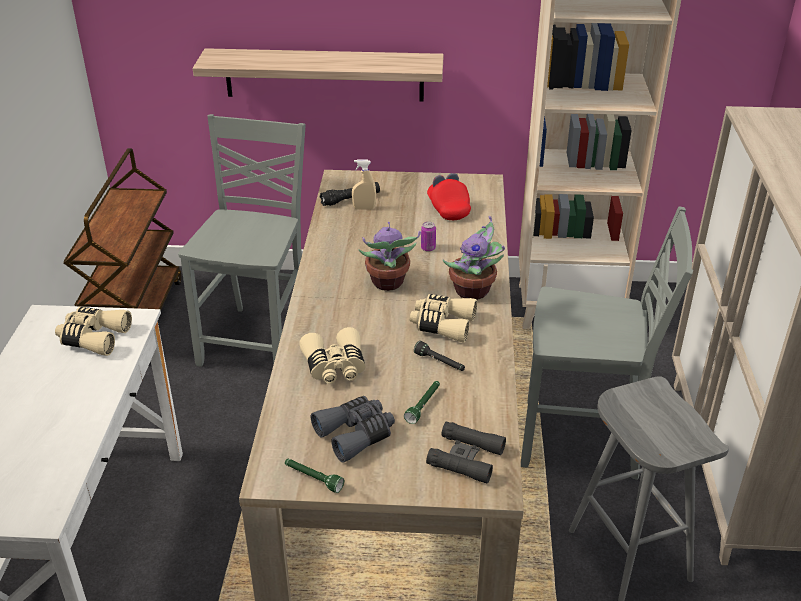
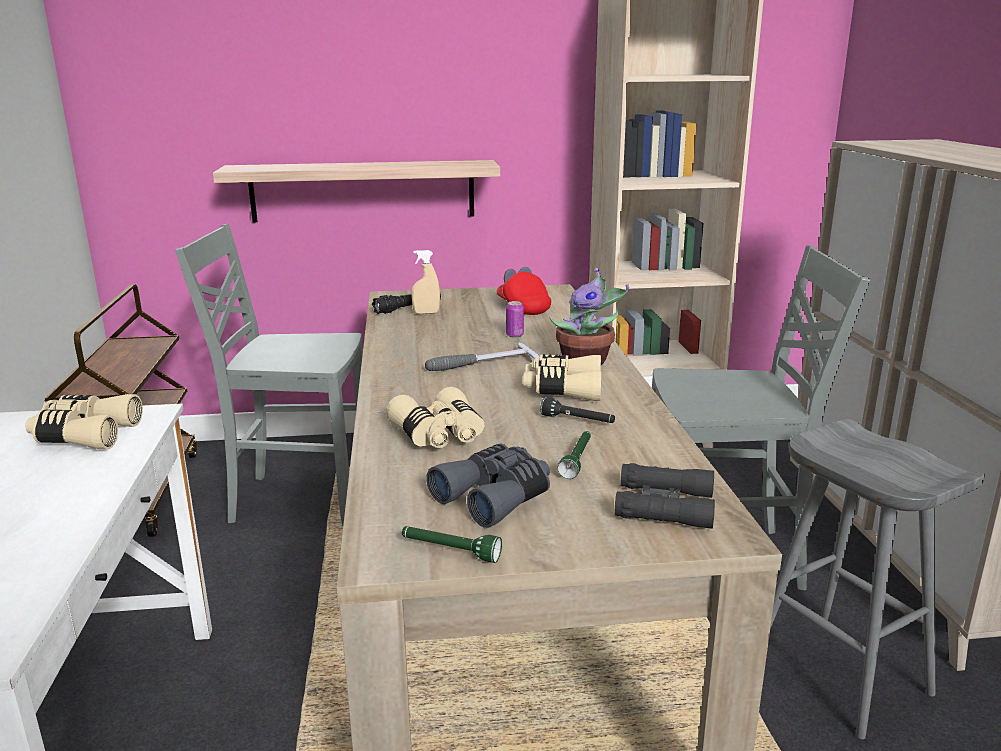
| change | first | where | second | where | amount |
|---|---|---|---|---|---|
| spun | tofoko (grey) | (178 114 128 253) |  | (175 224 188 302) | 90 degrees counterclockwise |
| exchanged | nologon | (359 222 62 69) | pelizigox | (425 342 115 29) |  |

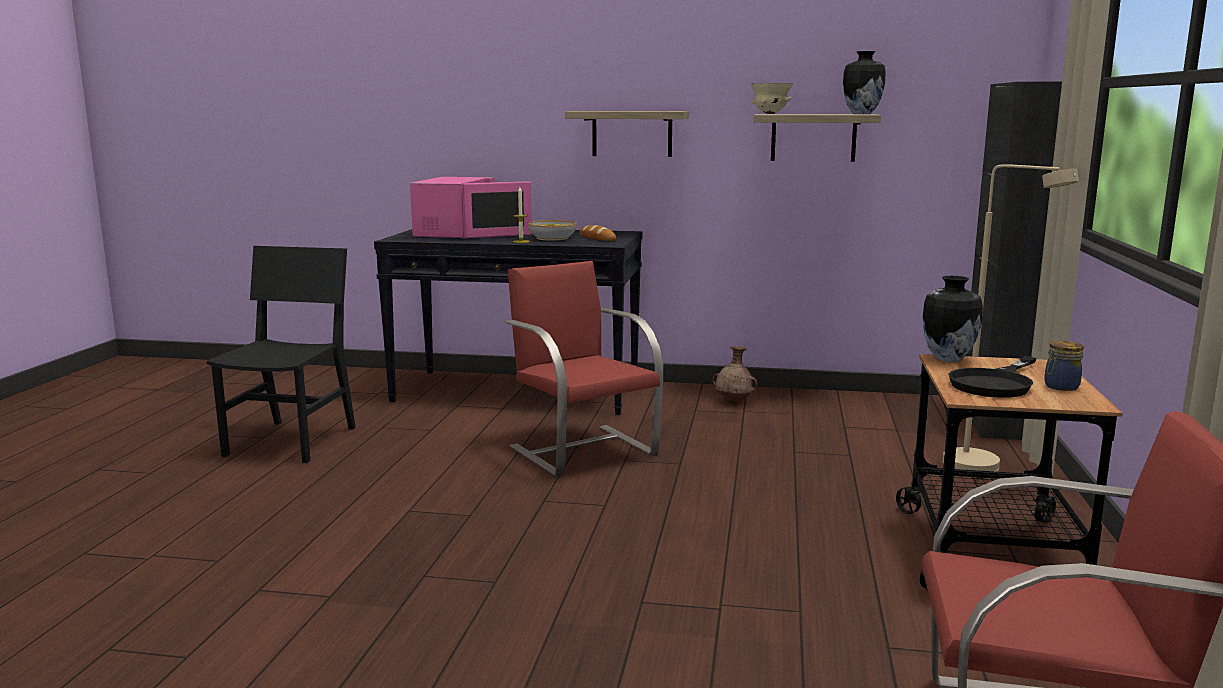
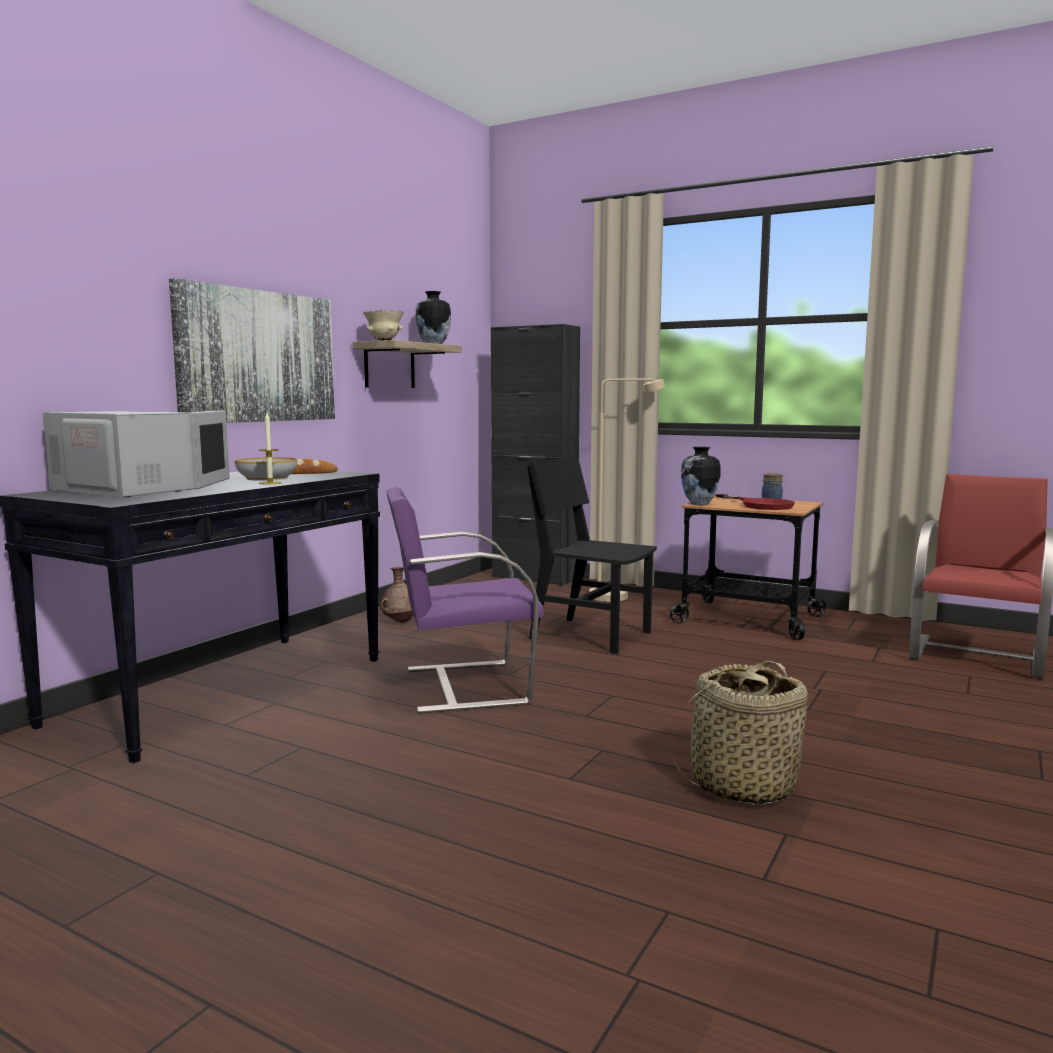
| change | first | where | second | where | amount |
|---|---|---|---|---|---|
| exchanged | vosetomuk | (565 111 124 46) | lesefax | (169 278 166 145) |  |
| colour | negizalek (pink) | (410 177 122 61) | negizalek (white) | (43 410 187 87) |  |
| relocated | tofoko (black) | (207 246 149 217) |  | (527 456 130 198) |  |
| colour | tofoko (red) | (505 261 158 216) | tofoko (purple) | (386 487 158 226) |  |
| colour | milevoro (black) | (948 356 89 42) | milevoro (red) | (716 494 79 16) |  |
| appeared |  |  | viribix | (671 661 137 144) |  |

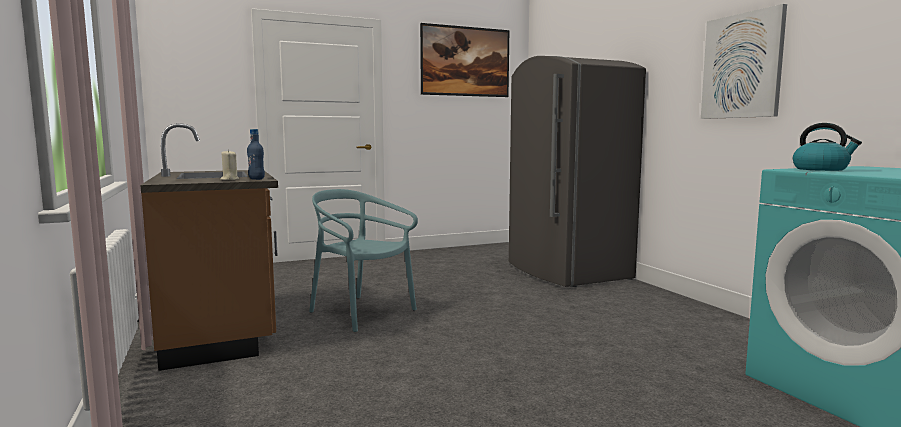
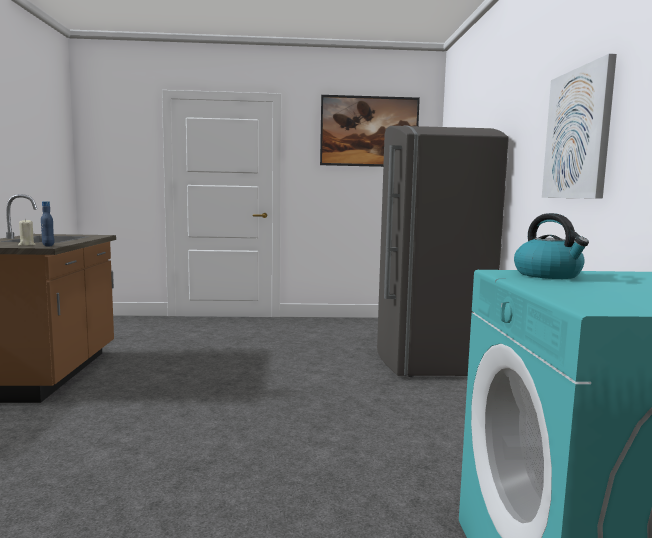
| change | first | where | second | where | amount |
|---|---|---|---|---|---|
| missing | tofoko (turquoise) | (309 189 109 143) |  |  |  |

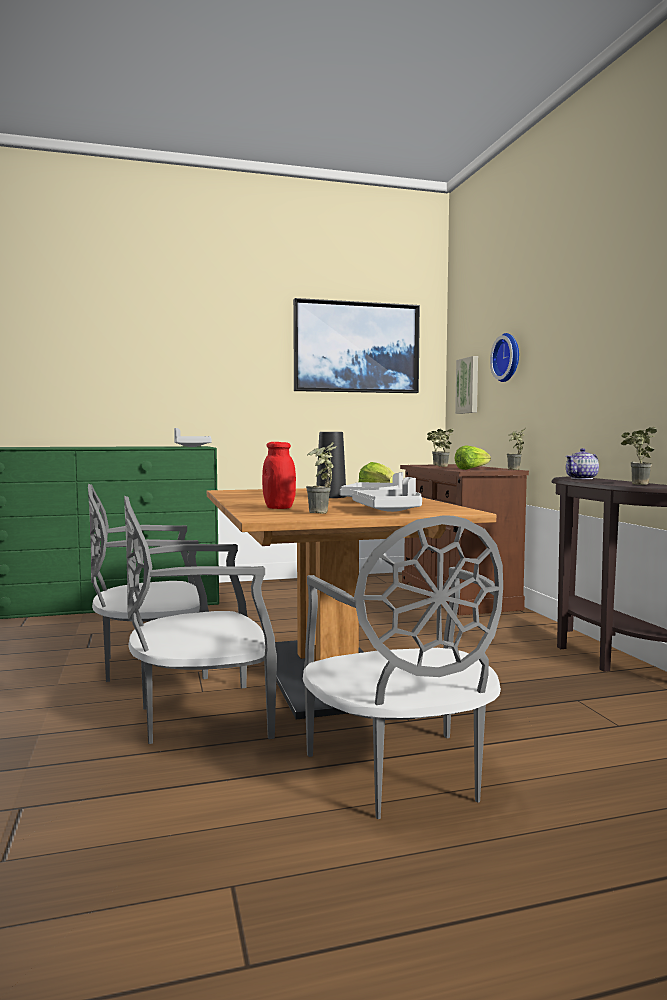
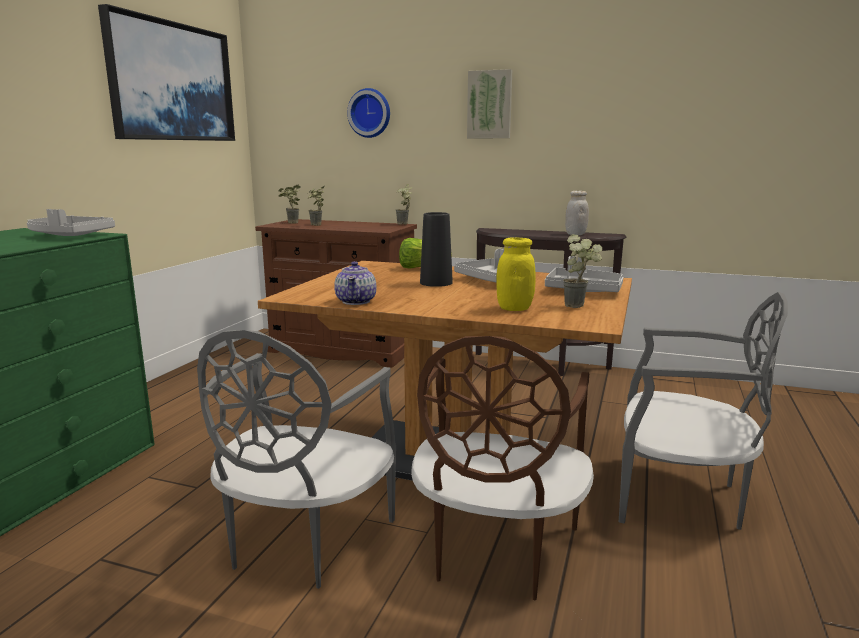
| change | first | where | second | where | amount |
|---|---|---|---|---|---|
| relocated | lesefax | (455 356 23 58) |  | (467 69 45 69) |  |
| exchanged | nologon | (621 427 36 58) | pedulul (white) | (565 191 24 44) |  |
| colour | pedulul (red) | (262 442 34 67) | pedulul (yellow) | (496 238 40 73) |  |
| missing | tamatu | (455 445 36 25) |  |  |  |
| relocated | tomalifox | (566 448 33 31) |  | (334 261 42 44) |  |
| colour | tofoko (grey) | (124 496 153 248) | tofoko (brown) | (411 336 183 264) |  |

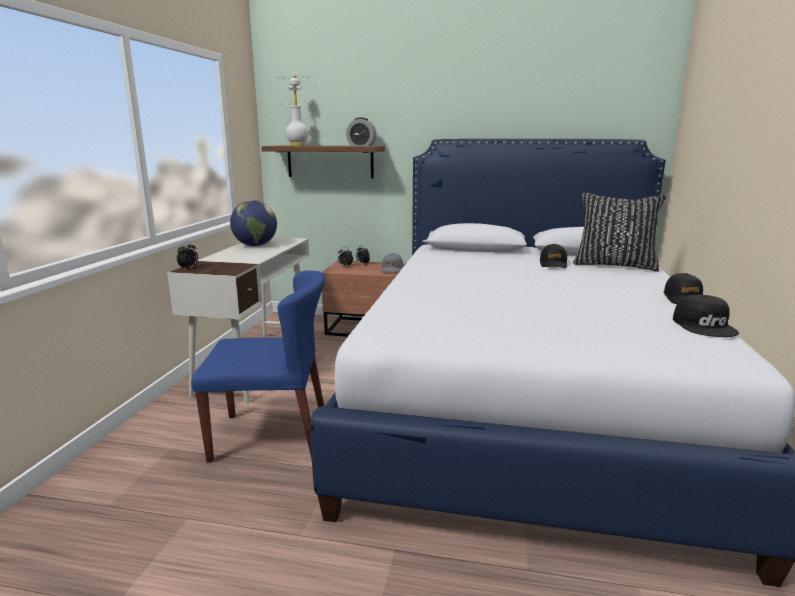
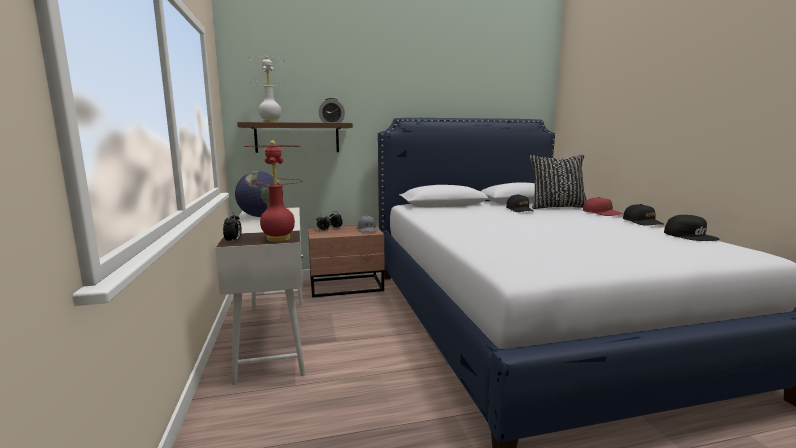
| change | first | where | second | where | amount |
|---|---|---|---|---|---|
| missing | tofoko (blue) | (191 270 134 193) |  |  |  |
| appeared |  |  | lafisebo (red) | (244 141 58 101) |  |
| appeared |  |  | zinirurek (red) | (583 197 40 19) |  |

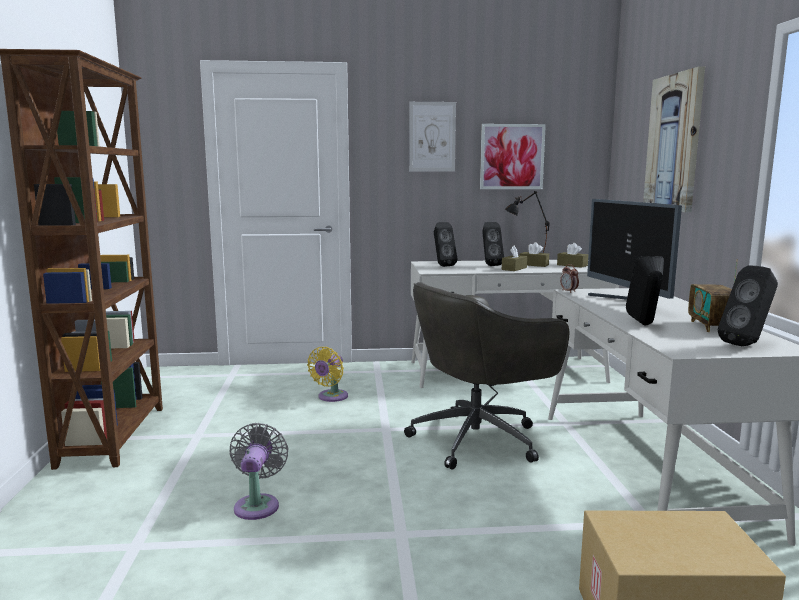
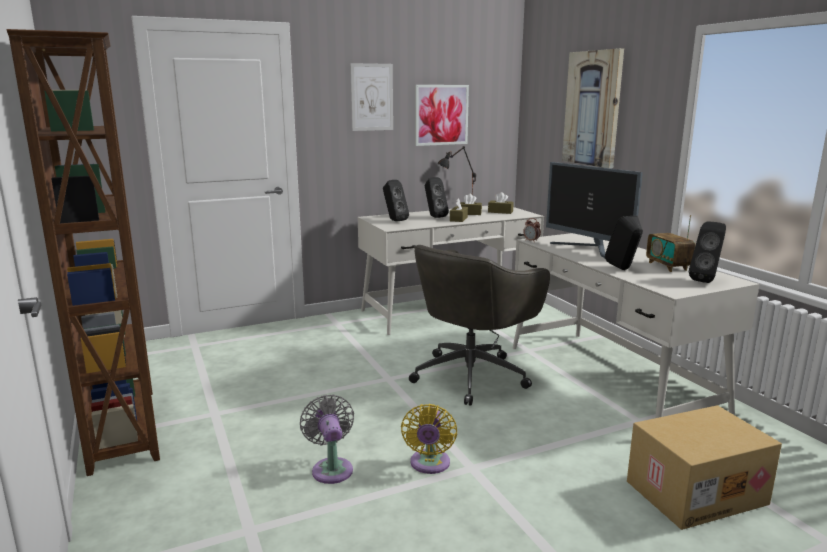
| change | first | where | second | where | amount |
|---|---|---|---|---|---|
| relocated | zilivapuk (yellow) | (307 347 41 55) |  | (401 404 56 70) |  |

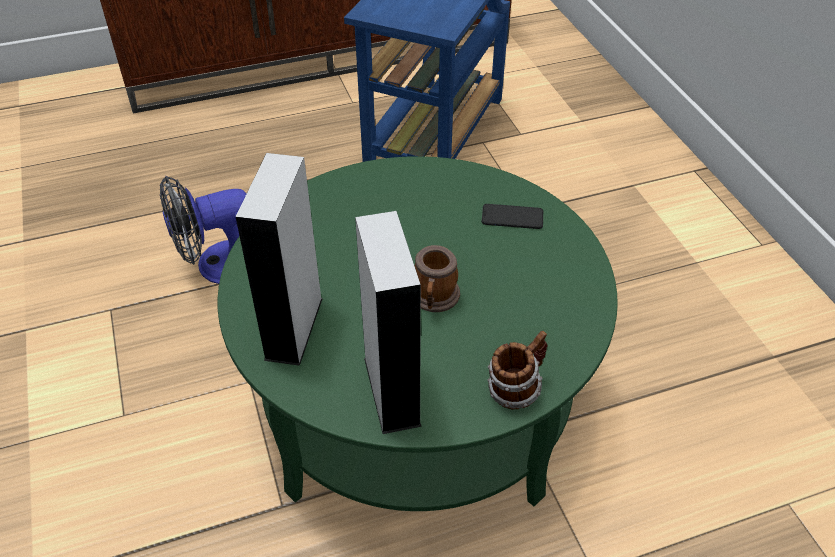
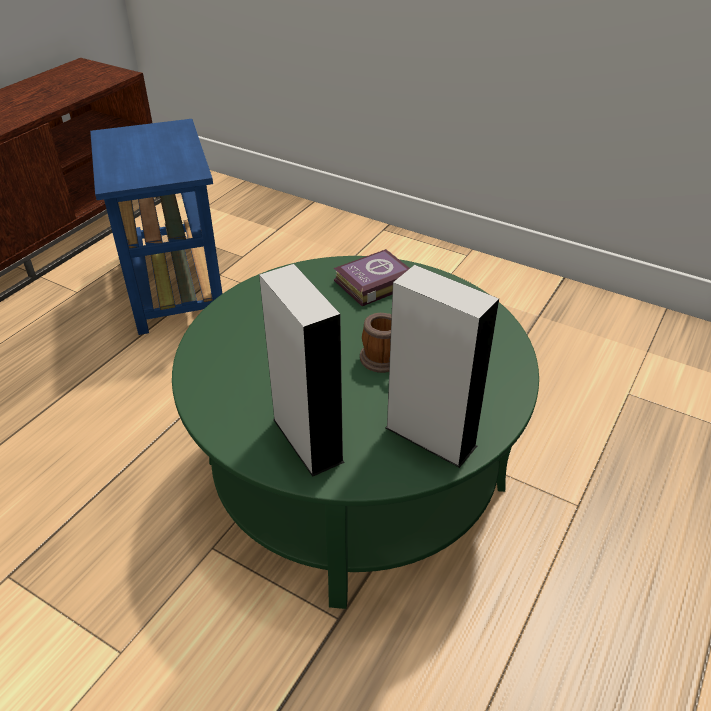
| change | first | where | second | where | amount |
|---|---|---|---|---|---|
| missing | zilivapuk | (160 176 87 108) |  |  |  |
| exchanged | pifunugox | (482 204 61 25) | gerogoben | (334 249 76 57) |  |
| missing | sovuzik | (487 331 60 78) |  |  |  |

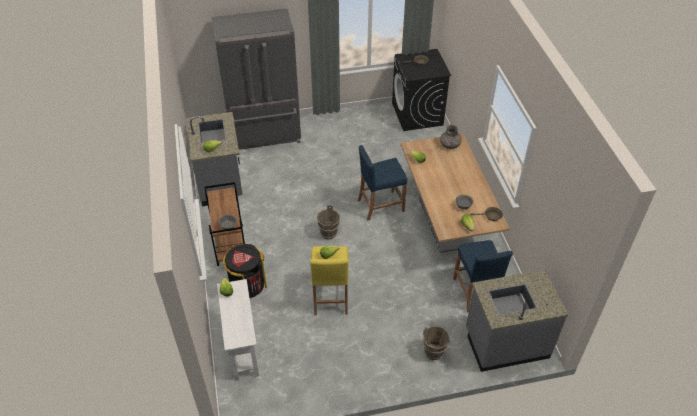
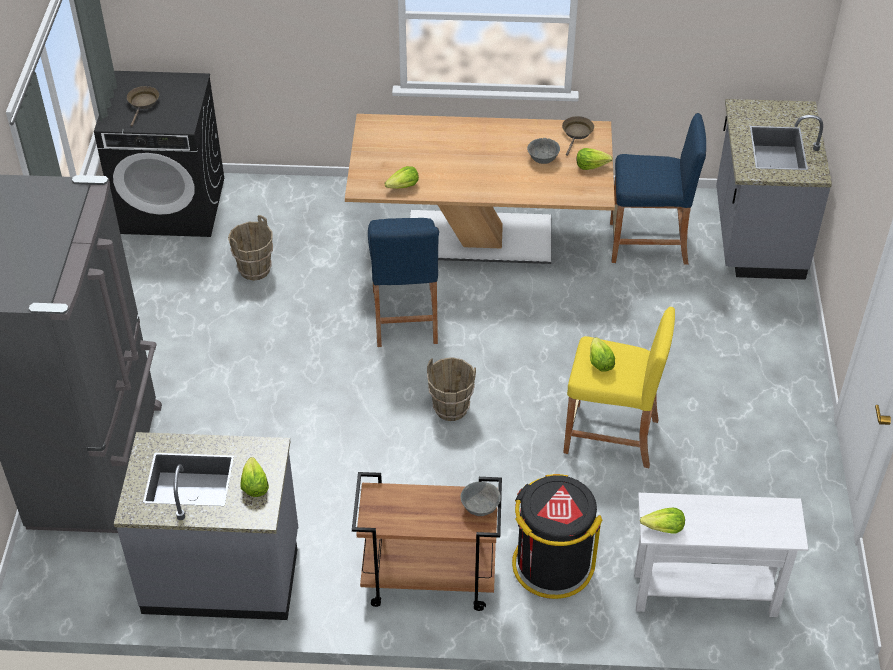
| change | first | where | second | where | amount |
|---|---|---|---|---|---|
| missing | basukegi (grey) | (440 124 22 25) |  |  |  |
| relocated | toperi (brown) | (423 326 28 34) |  | (228 215 45 66) |  |

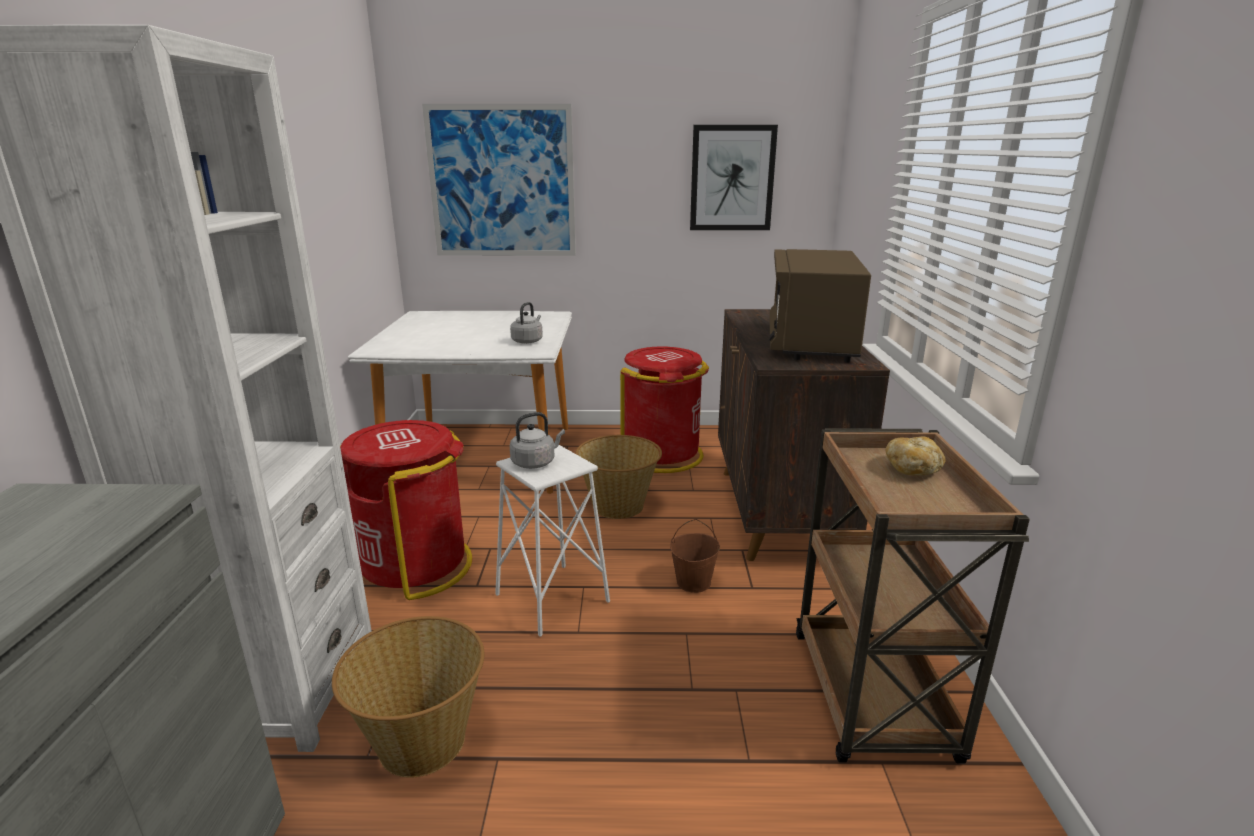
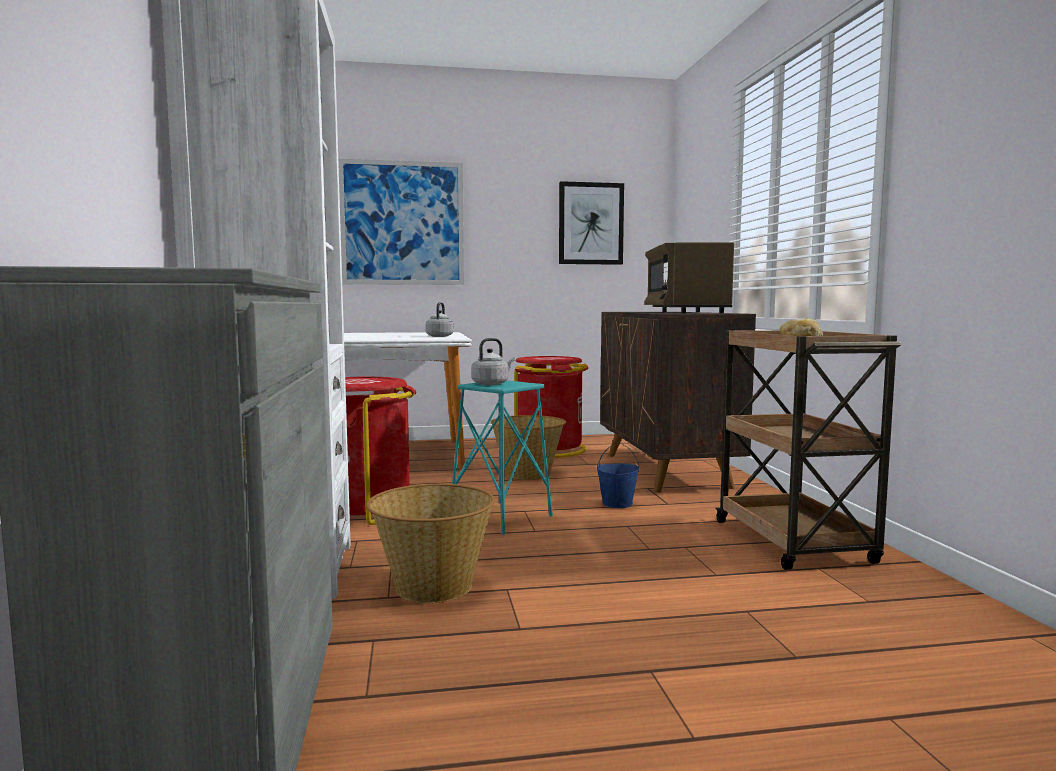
| change | first | where | second | where | amount |
|---|---|---|---|---|---|
| colour | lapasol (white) | (495 445 115 192) | lapasol (turquoise) | (452 380 101 155) |  |
| colour | toperi (brown) | (670 519 50 74) | toperi (blue) | (597 442 43 66) |  |

